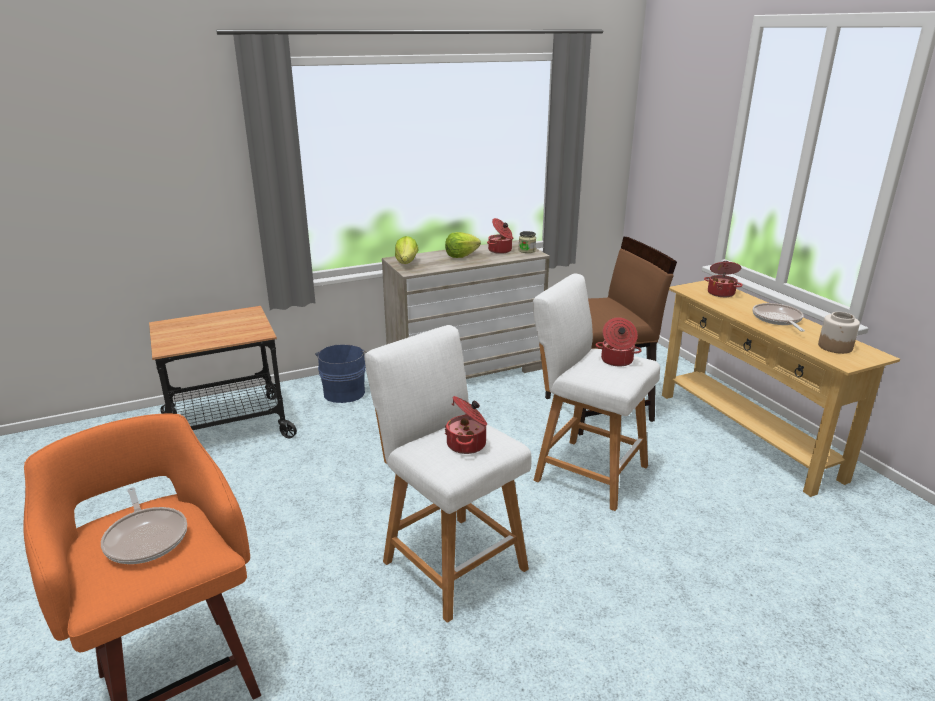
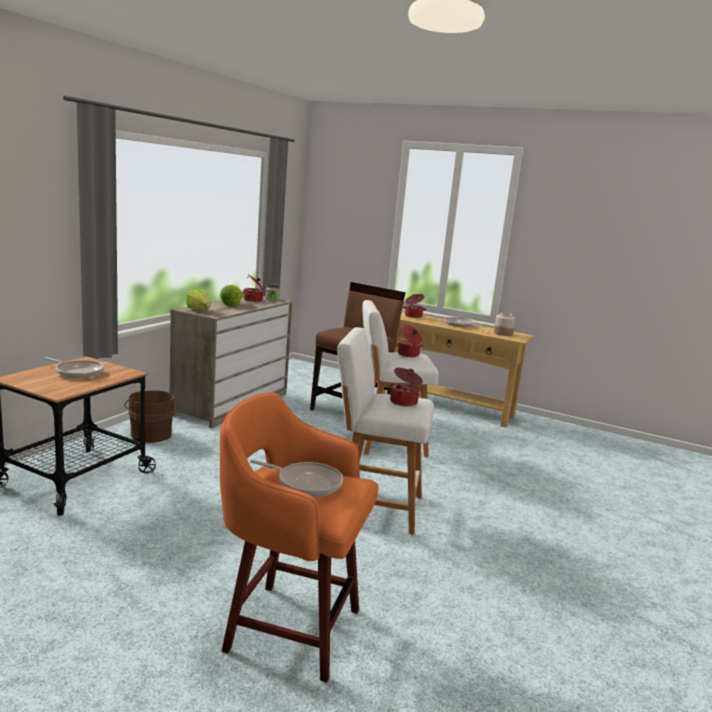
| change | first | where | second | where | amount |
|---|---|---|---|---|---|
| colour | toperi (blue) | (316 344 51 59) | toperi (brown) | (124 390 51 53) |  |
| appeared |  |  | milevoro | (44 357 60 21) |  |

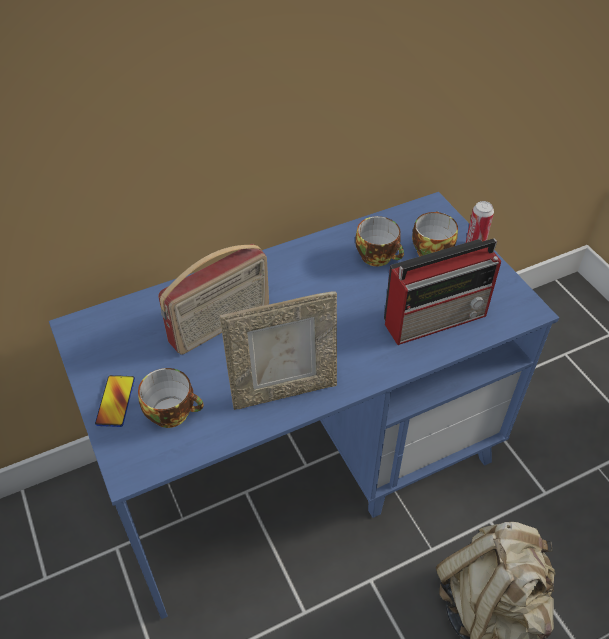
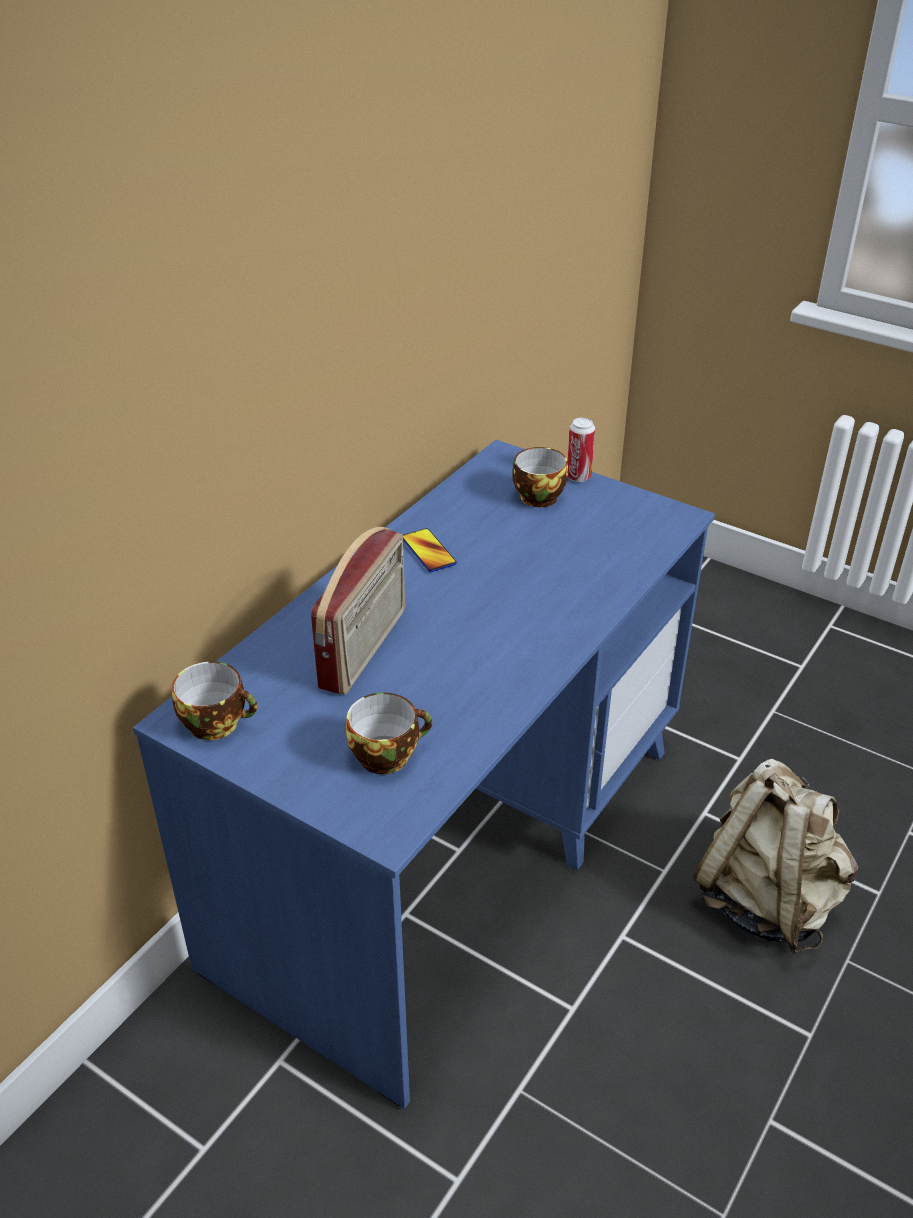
| change | first | where | second | where | amount |
|---|---|---|---|---|---|
| relocated | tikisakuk | (355 216 49 51) |  | (172 661 85 79) |  |
| missing | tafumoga | (384 238 117 107) |  |  |  |
| missing | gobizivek | (220 291 117 119) |  |  |  |
| relocated | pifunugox | (95 375 40 52) |  | (403 528 54 44) |  |

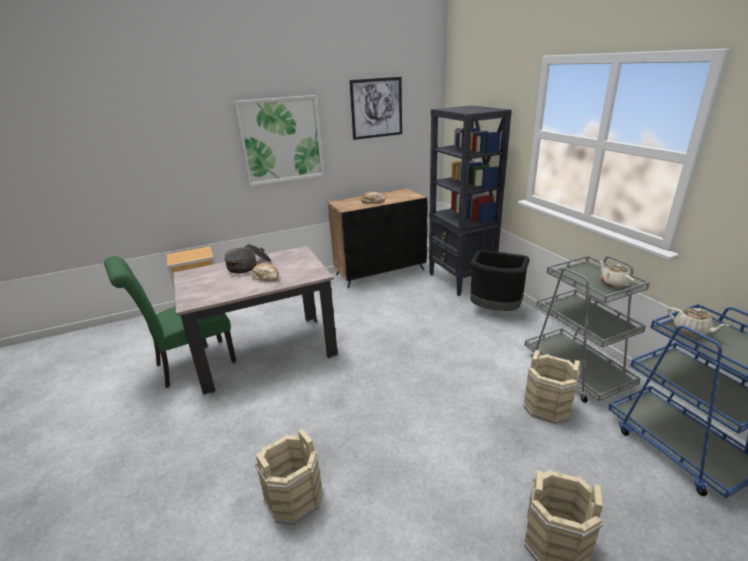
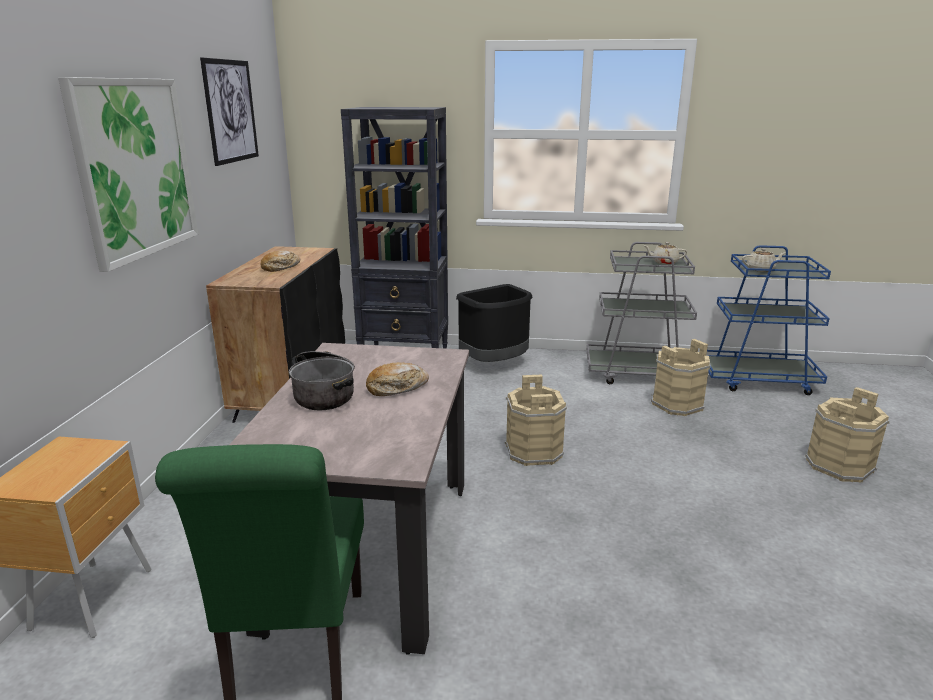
| change | first | where | second | where | amount |
|---|---|---|---|---|---|
| relocated | toperi (beige) | (255 429 68 97) |  | (505 374 62 92) |  |

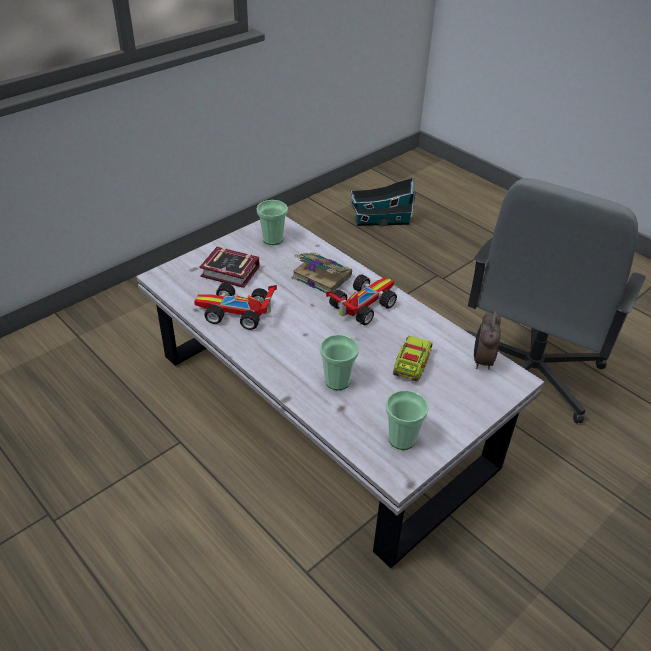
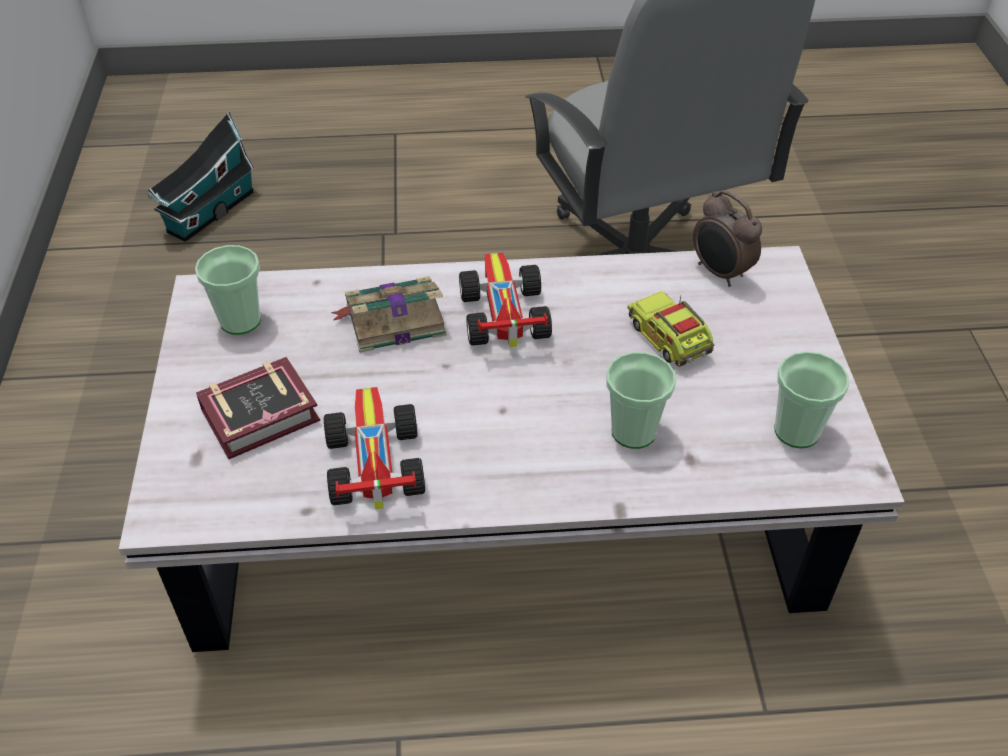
| change | first | where | second | where | amount |
|---|---|---|---|---|---|
| spun | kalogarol | (194 283 83 47) |  | (324 387 101 122) | 120 degrees clockwise |

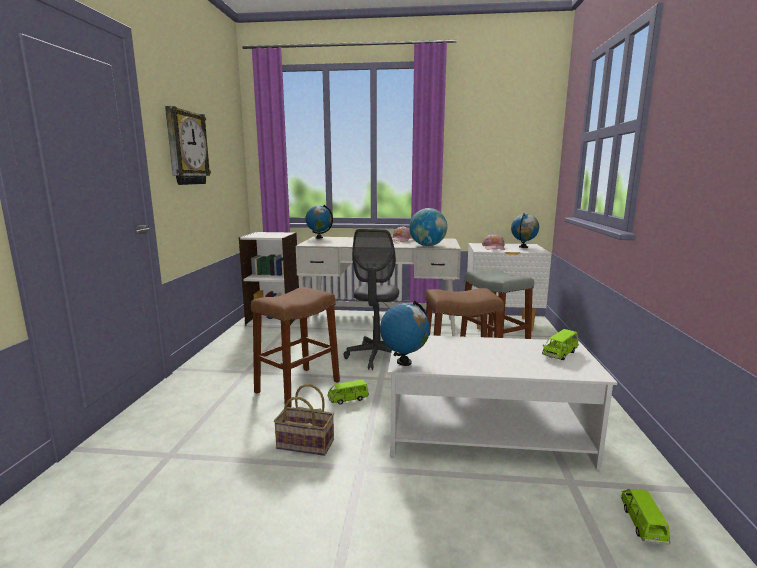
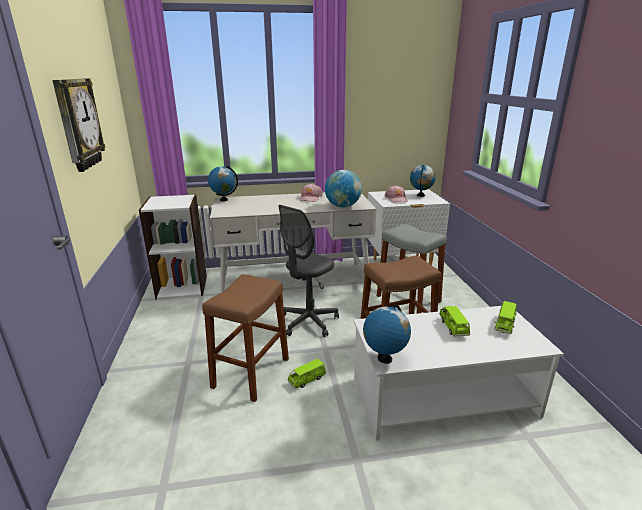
| change | first | where | second | where | amount |
|---|---|---|---|---|---|
| spun | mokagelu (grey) | (344 229 55 141) |  | (278 205 61 132) | 45 degrees clockwise |
| missing | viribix | (274 384 60 72) |  |  |  |
| relocated | kalogarol (green) | (621 489 49 56) |  | (439 306 31 31) |  |

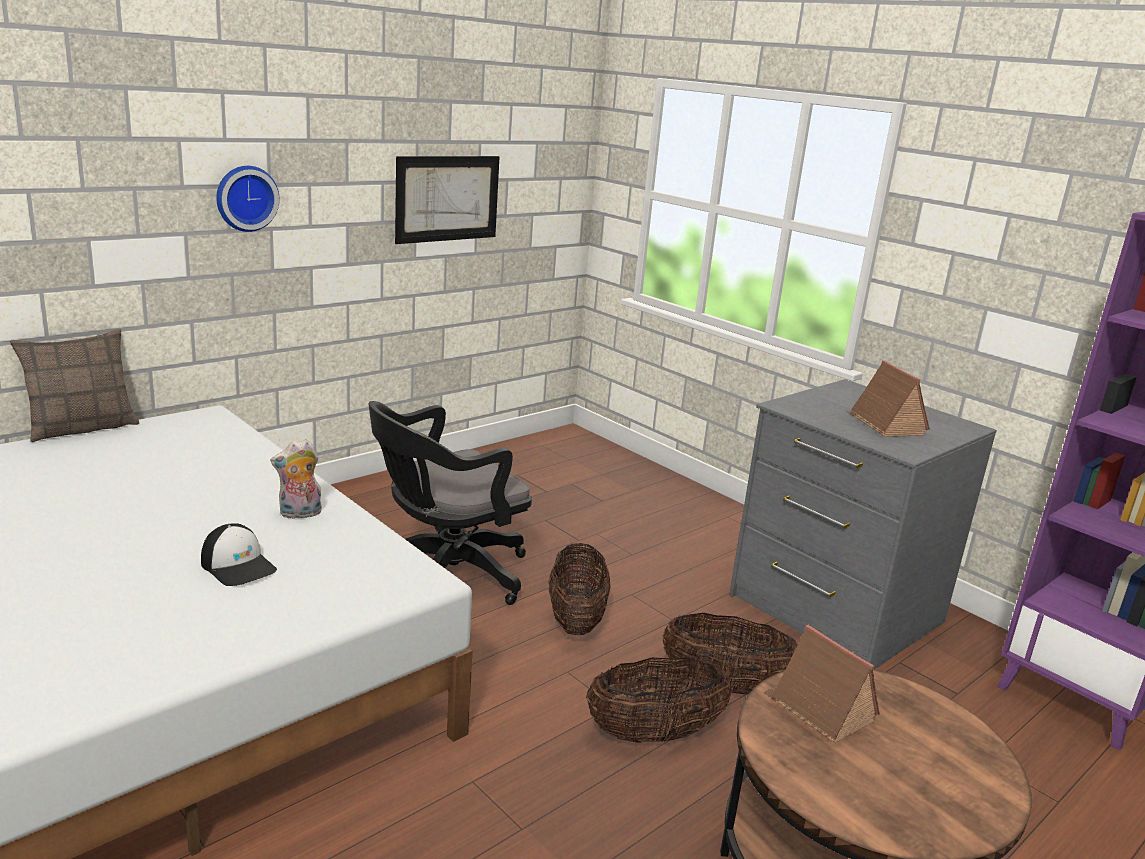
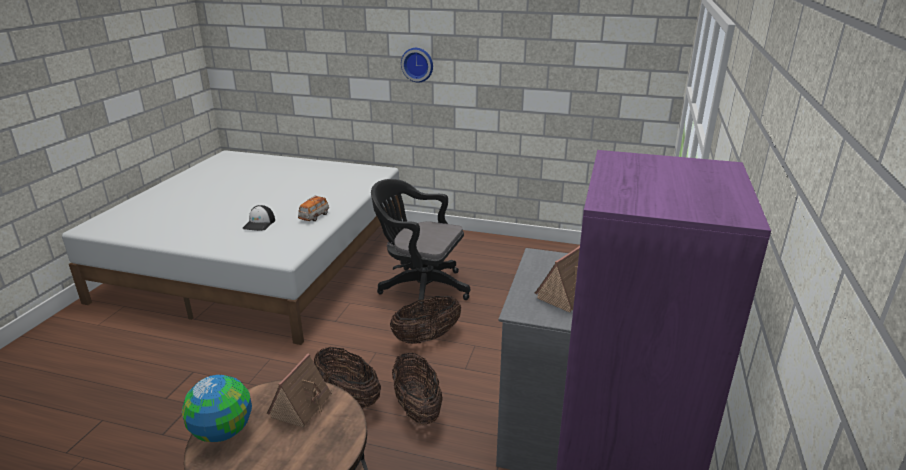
| change | first | where | second | where | amount |
|---|---|---|---|---|---|
| missing | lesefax | (395 156 105 88) |  |  |  |
| missing | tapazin | (10 329 129 113) |  |  |  |
| exchanged | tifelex | (270 439 52 80) | kalogarol | (298 195 31 26) |  |
| appeared |  |  | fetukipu | (182 375 70 67) |  |

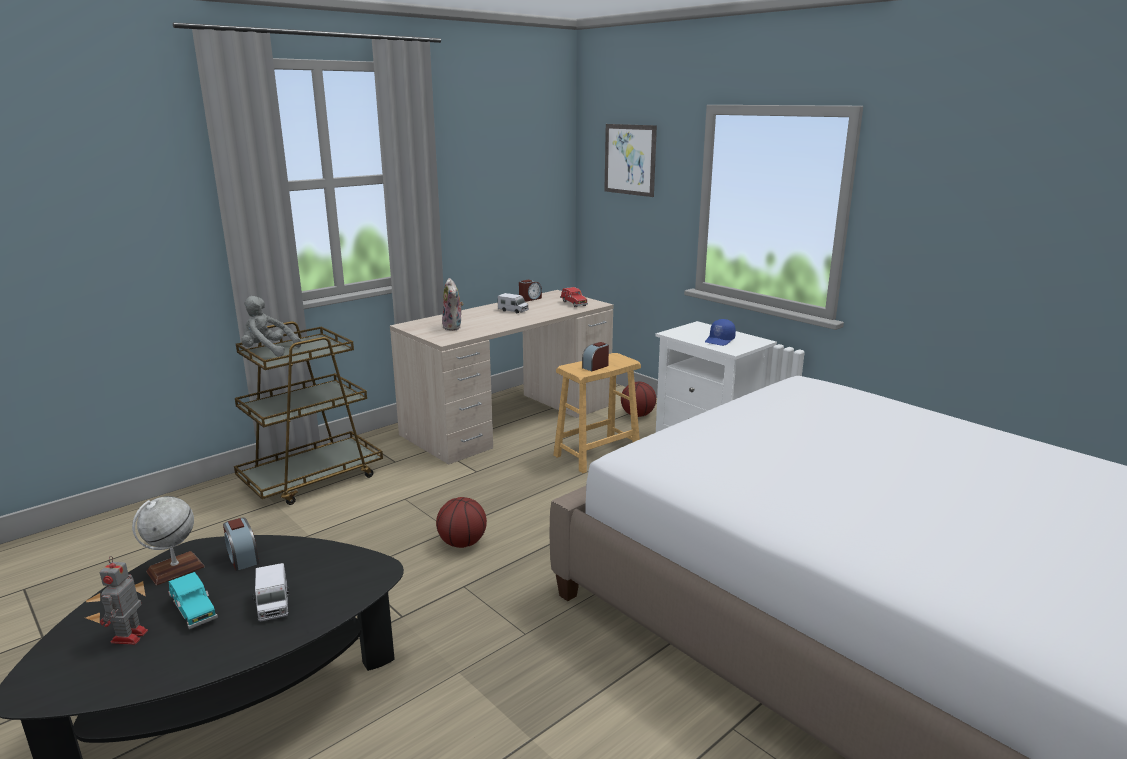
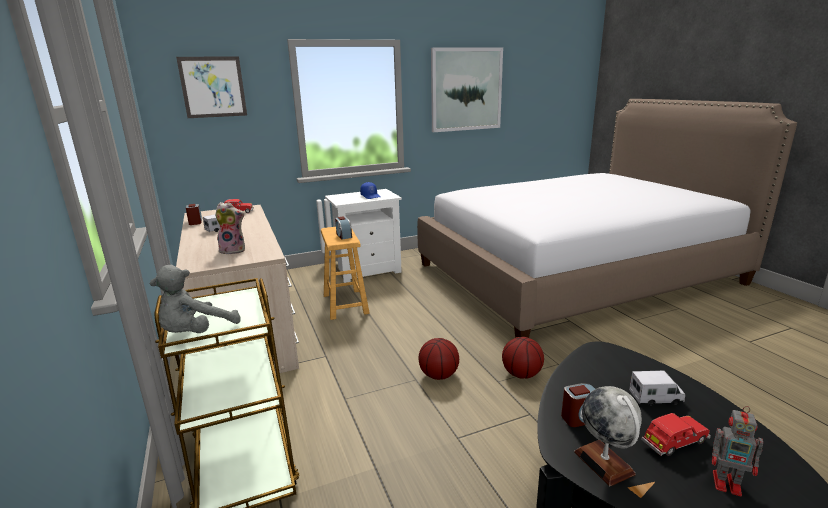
| change | first | where | second | where | amount |
|---|---|---|---|---|---|
| relocated | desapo | (621 381 35 36) |  | (502 337 42 42) |  |
| colour | kalogarol (turquoise) | (168 572 50 57) | kalogarol (red) | (641 413 70 43) |  |
| appeared |  |  | lesefax | (431 48 72 84) |  |

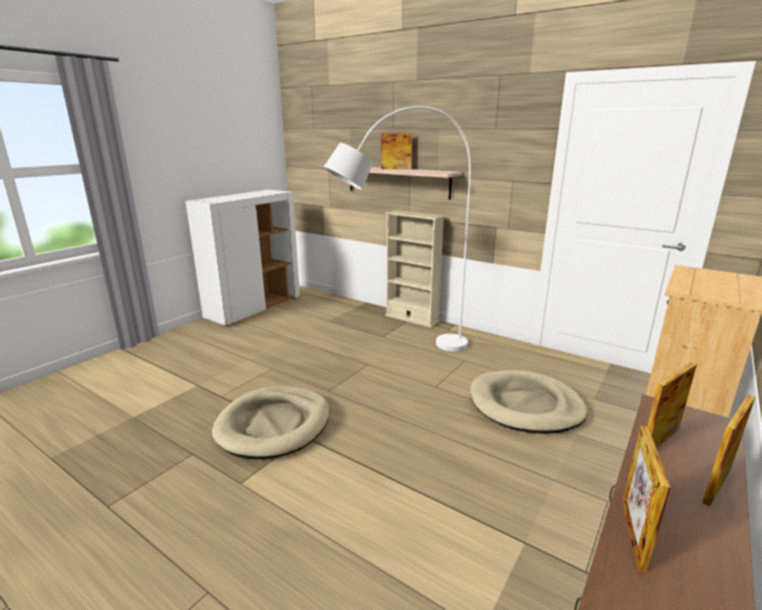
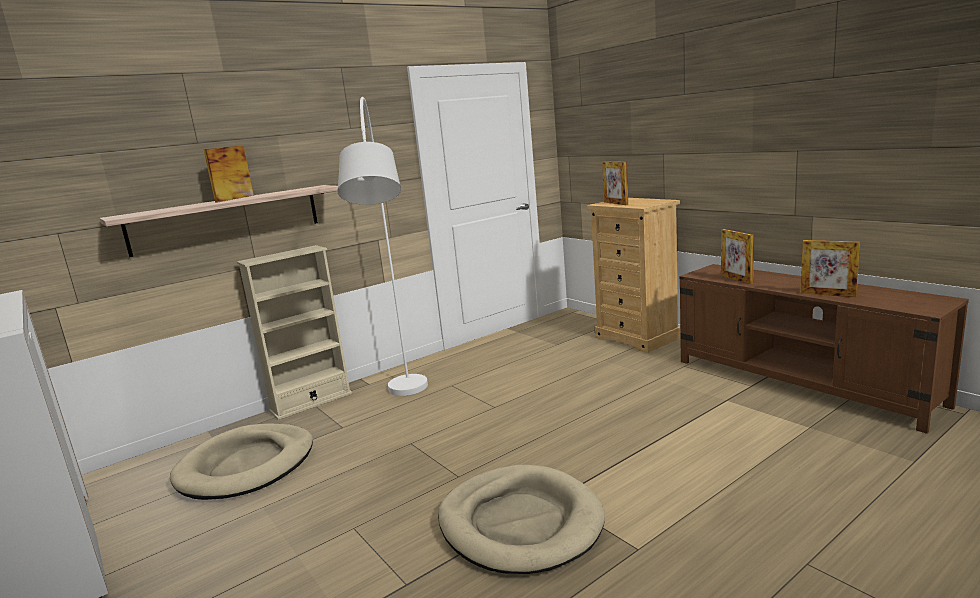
| change | first | where | second | where | amount |
|---|---|---|---|---|---|
| relocated | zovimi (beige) | (470 370 117 64) |  | (170 424 143 76) |  |
| relocated | gobizivek | (702 395 53 112) |  | (602 161 26 44) |  |

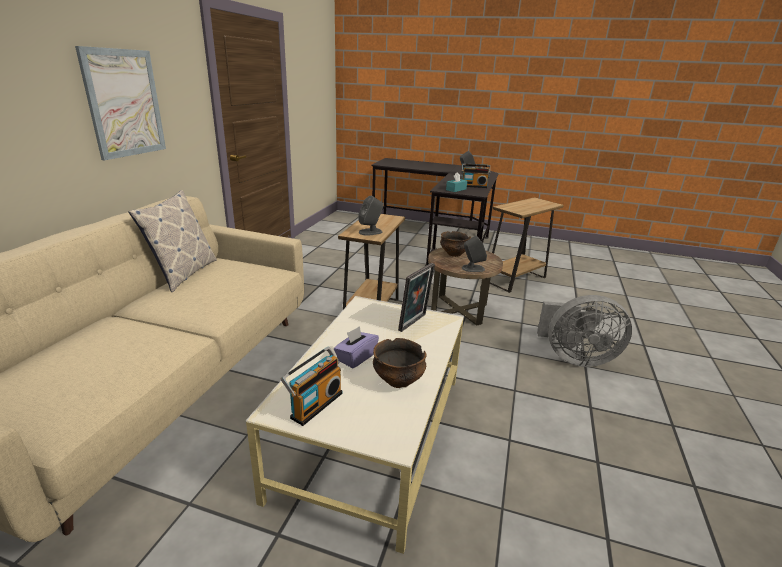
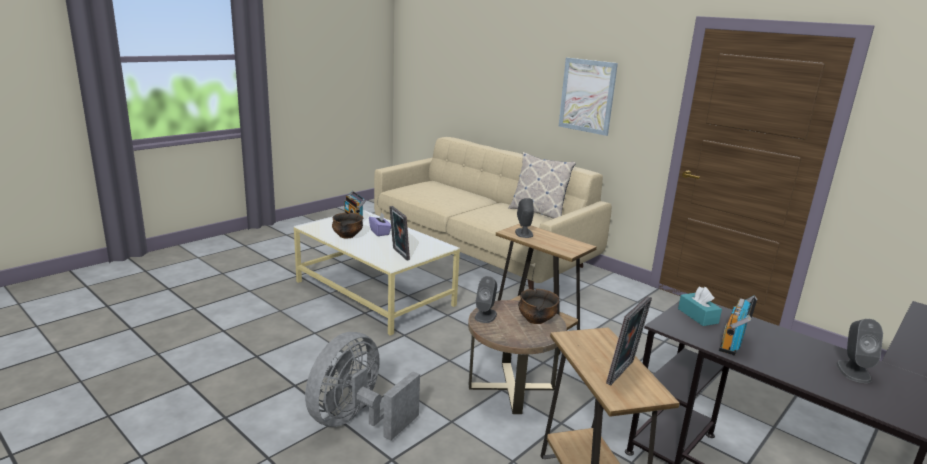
| change | first | where | second | where | amount |
|---|---|---|---|---|---|
| appeared |  |  | gobizivek | (606 296 46 90) |  |

